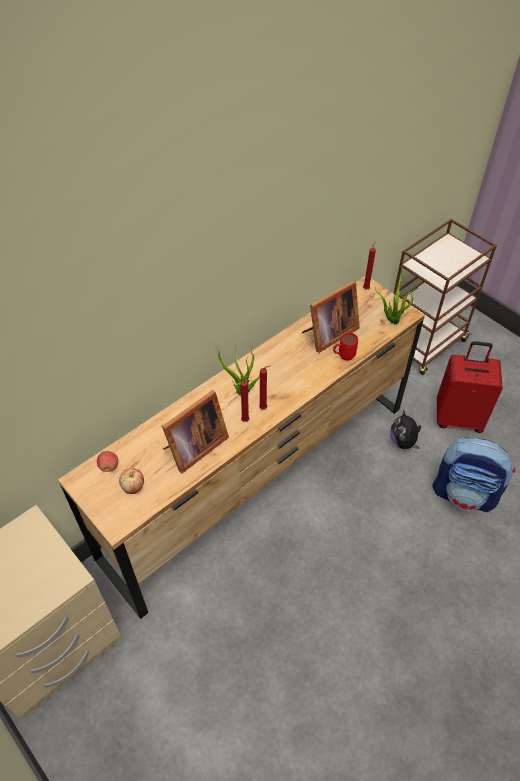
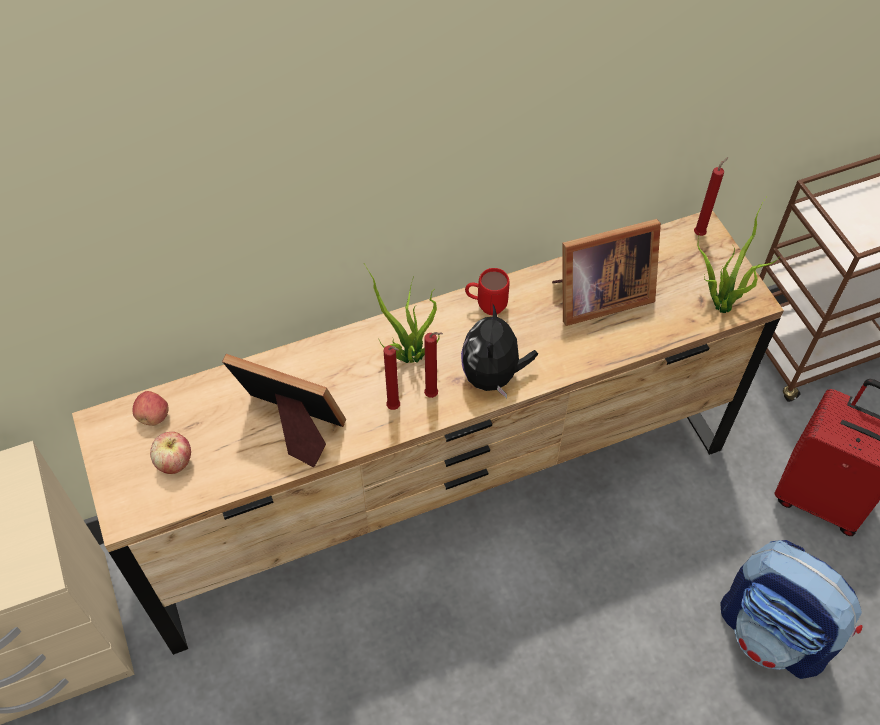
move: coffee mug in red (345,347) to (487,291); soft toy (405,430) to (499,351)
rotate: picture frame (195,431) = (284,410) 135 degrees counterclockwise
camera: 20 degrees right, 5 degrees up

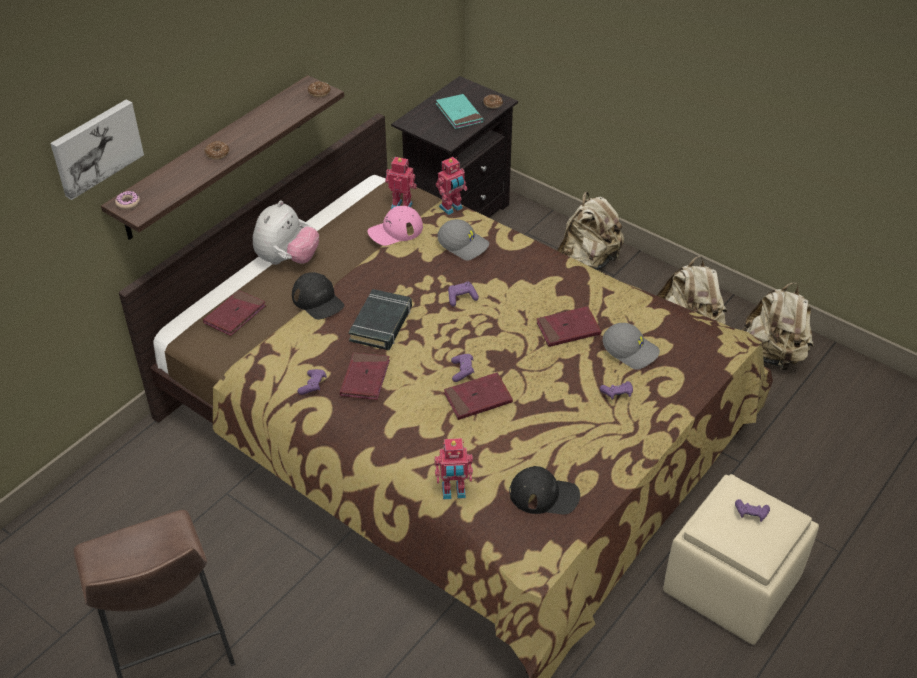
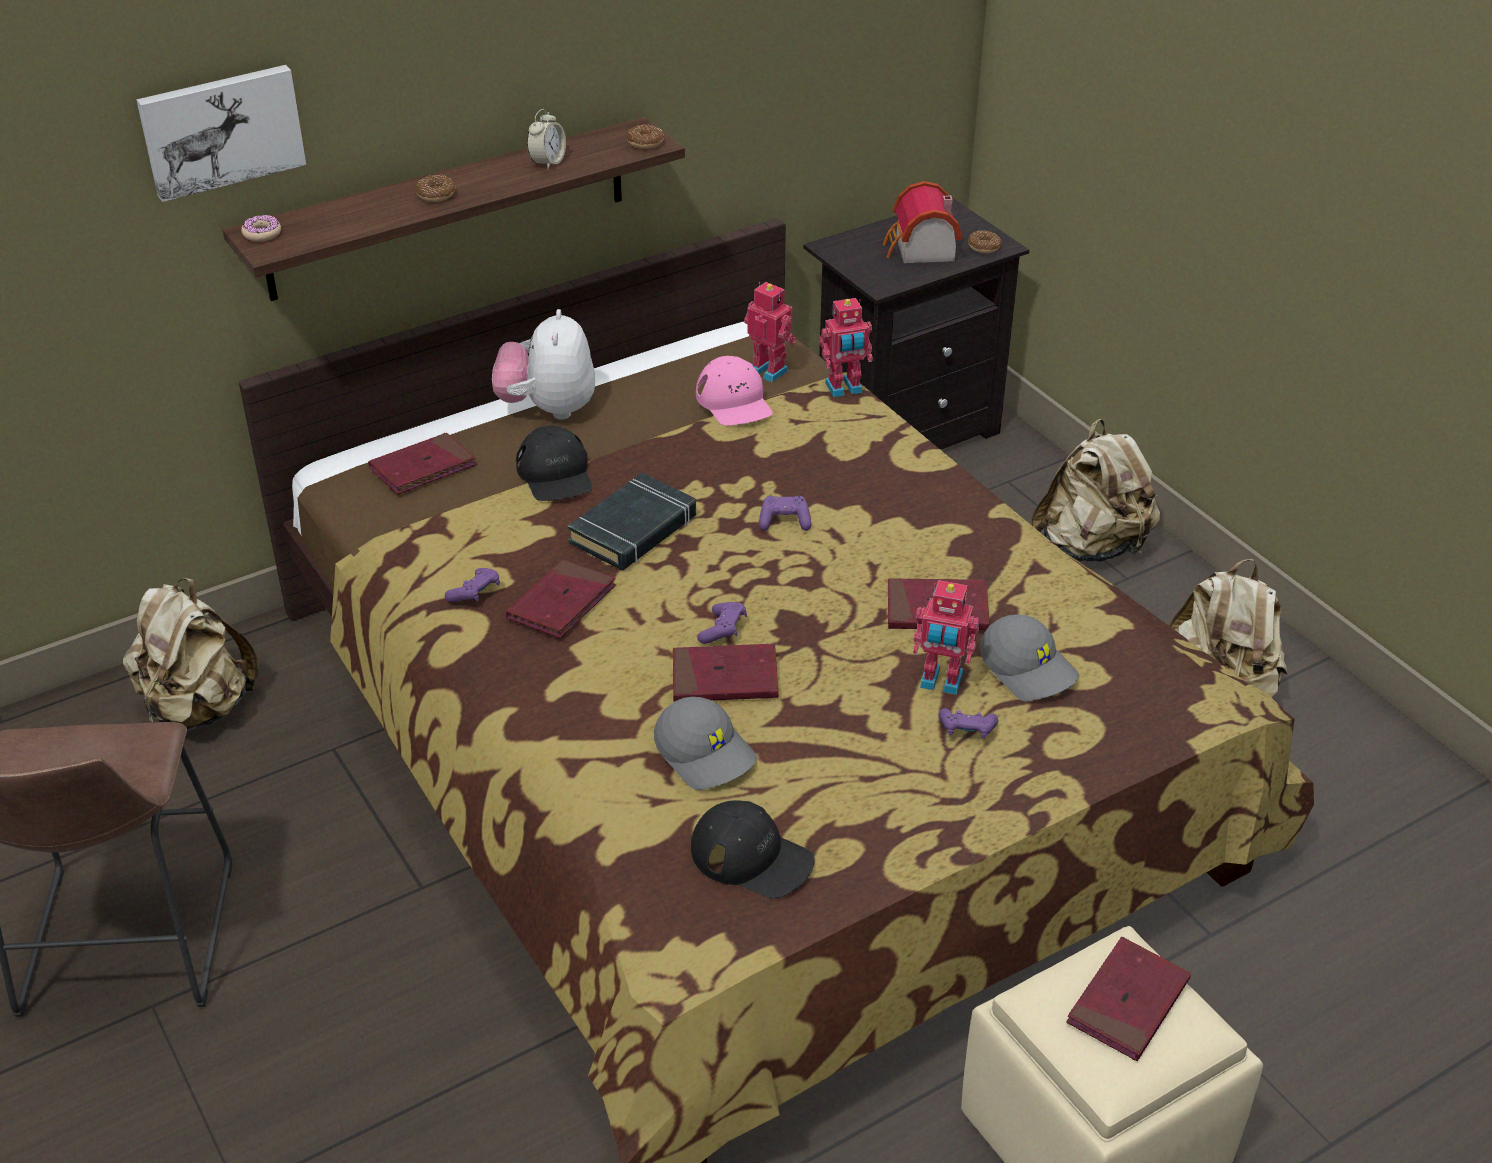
insert: bedside clock (546,139)
move: peaked cap in gray (463,240) to (705,743); rucksack in beige-coloured (777,327) to (191,655); model robot (453,468) to (946,637)
replace: volume in turquoise-coloured (459,111) to miniature house (922,222); gamepad in purple (752,510) to volume in red (1128,999)
rotate: soft toy (286,233) = (543,364) 135 degrees clockwise; peaked cap in pinkish (395,226) = (734,391) 105 degrees counterclockwise
camera: 20 degrees right, 5 degrees down

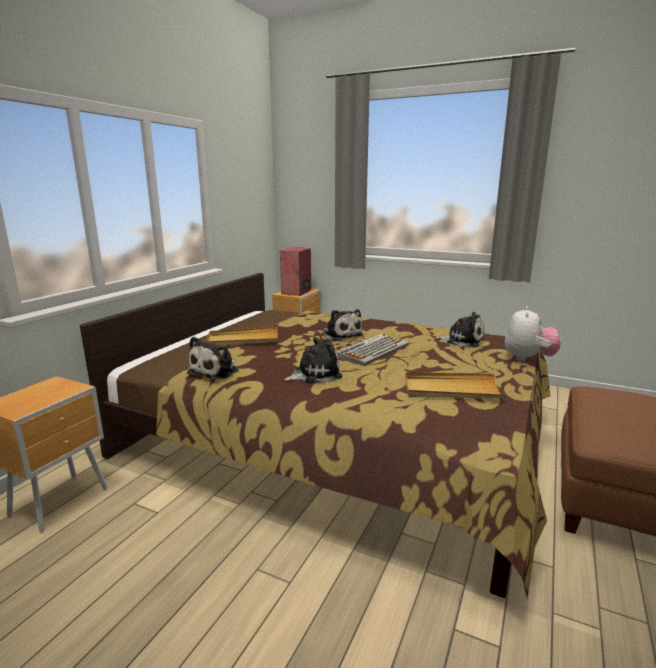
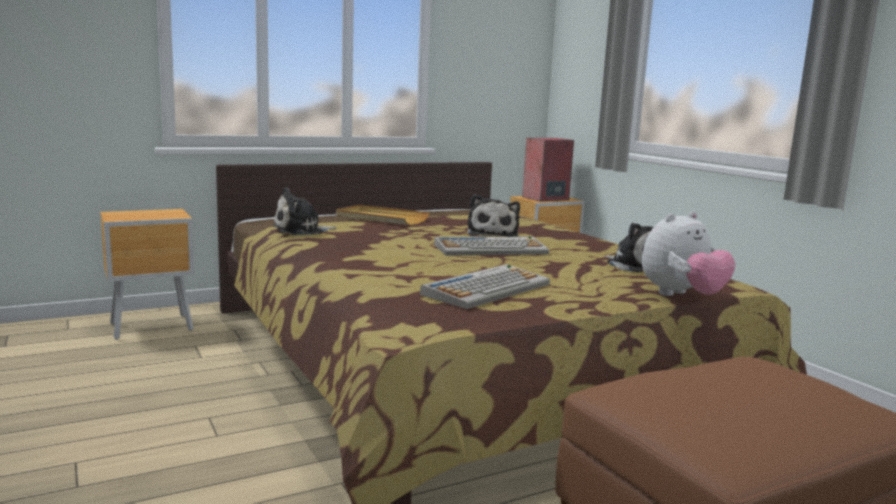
delete: soft toy (313,360)
replace: serving tray in beige-coloured (456,385) to computer keyboard (485,286)
camera: 35 degrees right, 5 degrees down

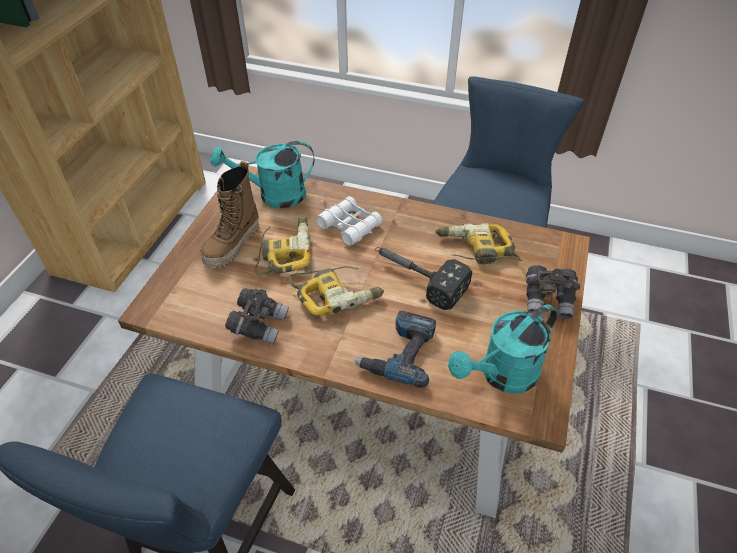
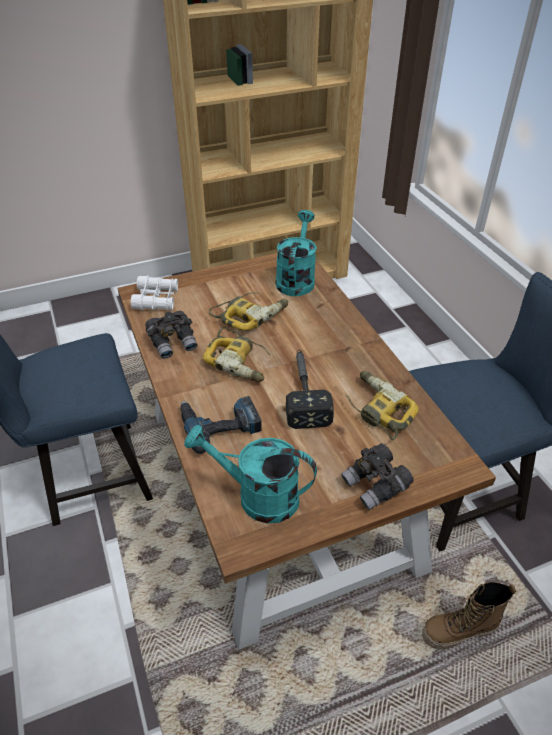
move: high-top boot (229,215) to (469,615); field glasses in white-coloured (349,221) to (154,292)
rotate: sprinkling can in turquoise-coloured (262,174) = (296,253) 60 degrees clockwise
camera: 50 degrees right, 5 degrees down

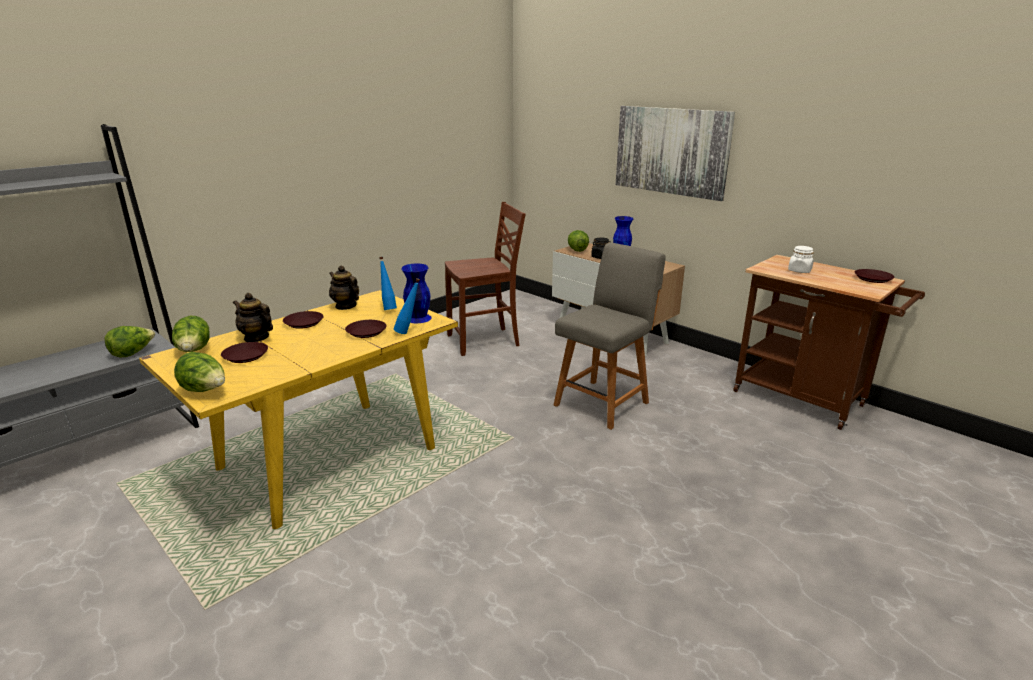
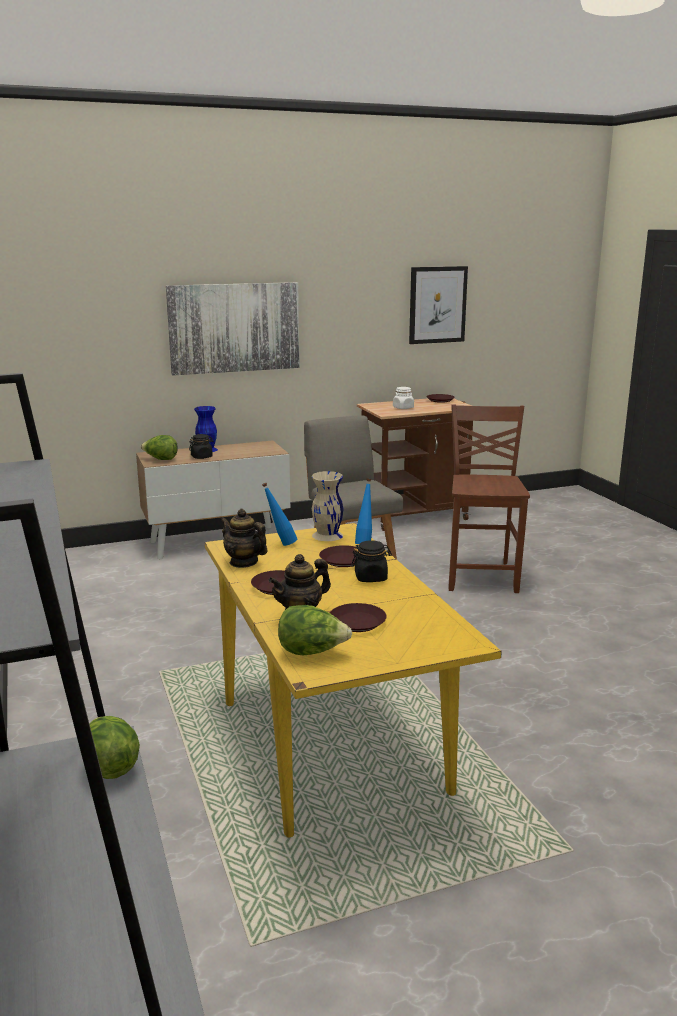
delete: lettuce head (199,372)
insert: wall picture (438,305); preserve jar in blackish (371,561)
move: plain chair in brown-coloured (485,279) to (489,498)
recolor: vase in blue (416,293) to vase in beige-coloured (328,506)
rotate: teapot (344,288) = (243,538) 60 degrees clockwise
camera: 65 degrees left, 5 degrees down

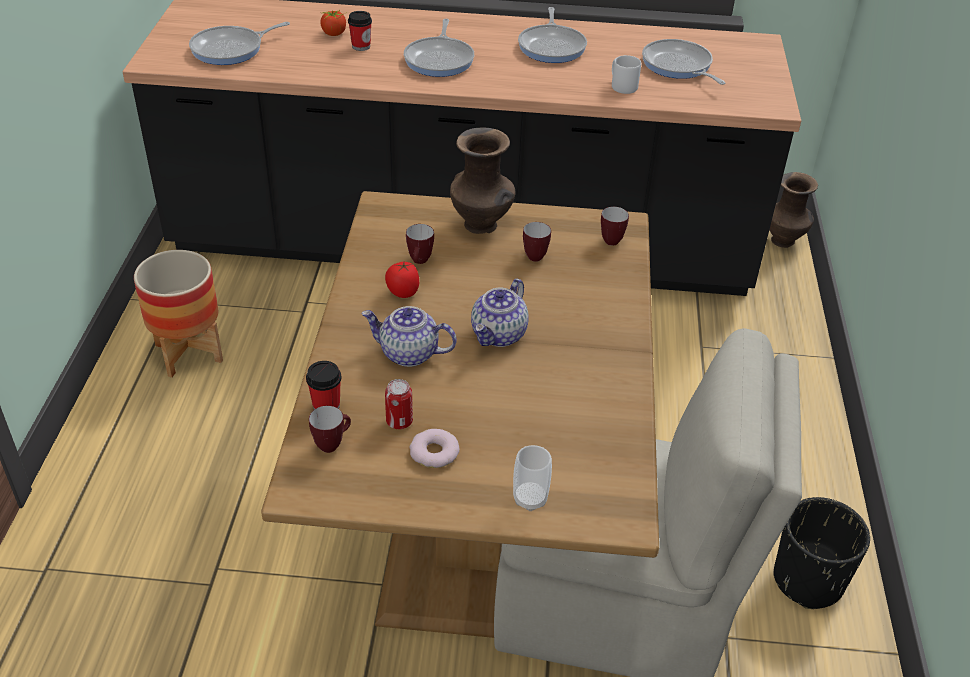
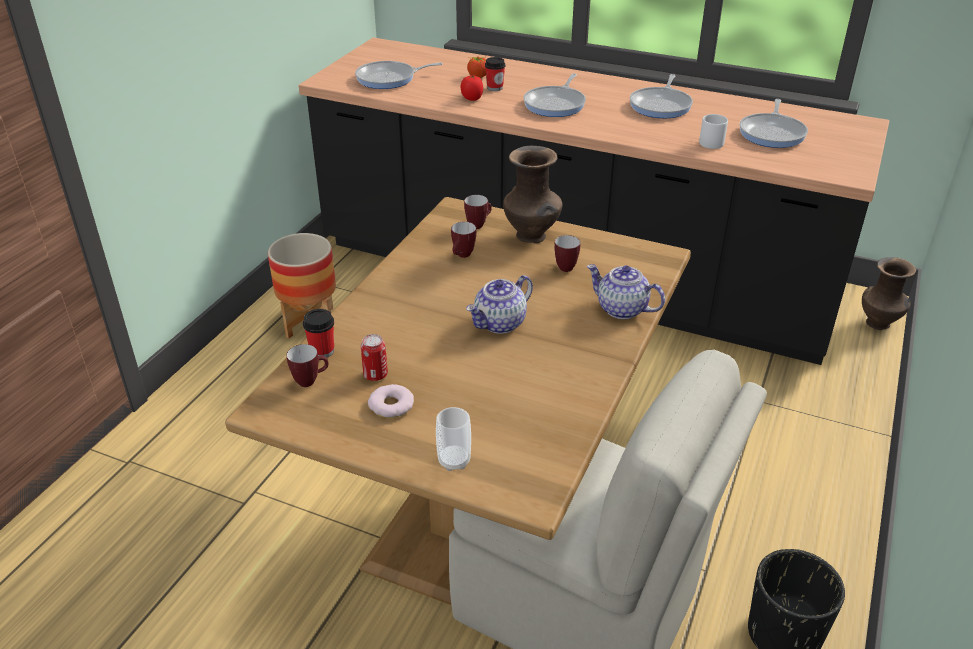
move: coffee mug (615,226) to (478,212); fresh tomato (402,280) to (472,88); teapot (409,336) to (626,291)
rotate: skillet (683,62) = (774,123) 150 degrees counterclockwise
camera: 20 degrees right, 5 degrees down

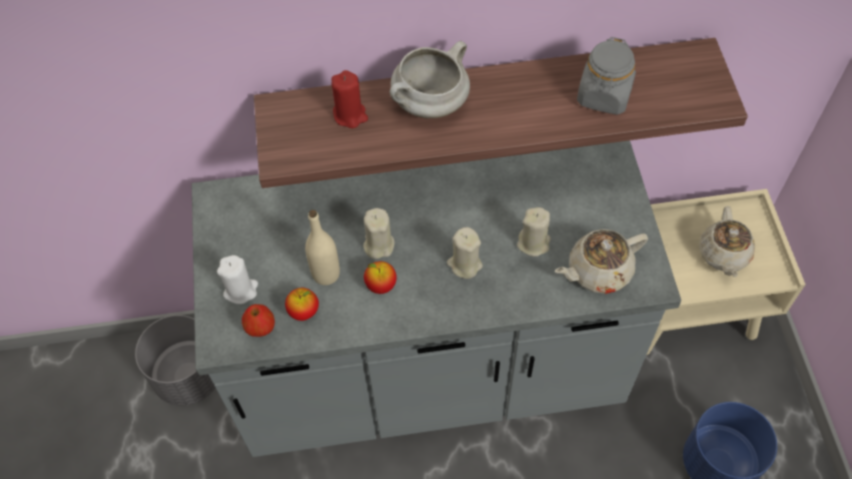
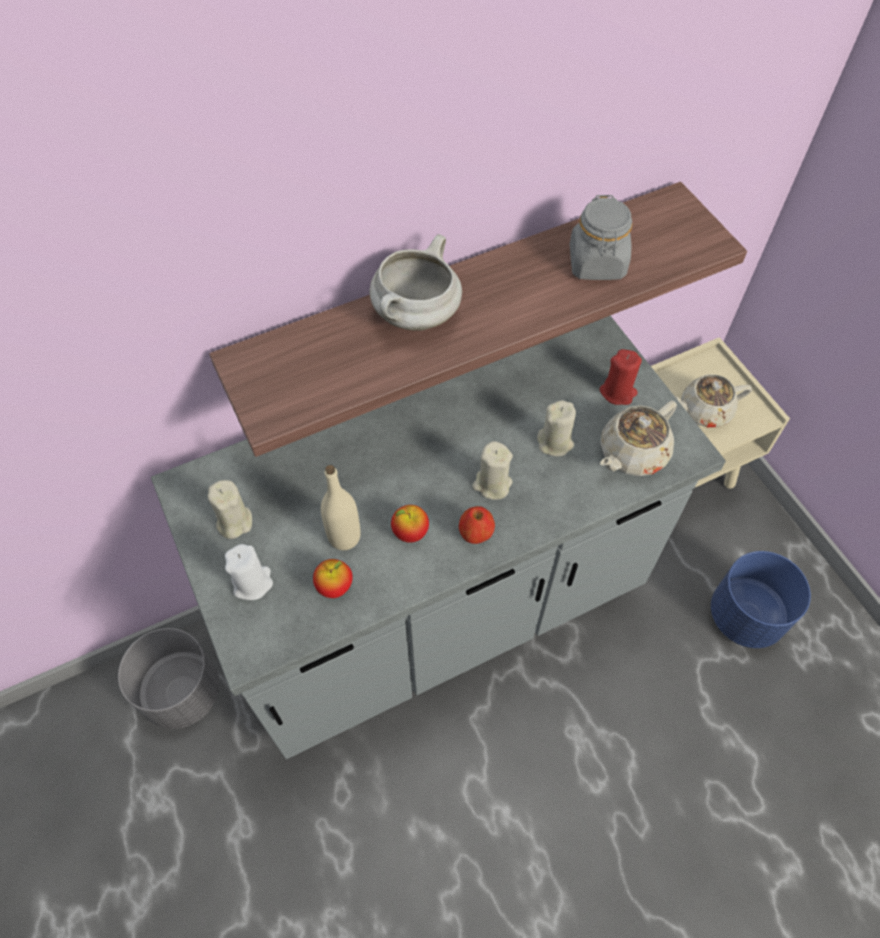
move: candle in red (349,99) to (620,377); candle in beige-coloured (379,233) to (230,509); apple fruit (258,320) to (477,525)
rotate: teapot in beige-coloured (727,241) = (713,400) 90 degrees clockwise
camera: 20 degrees left, 0 degrees up

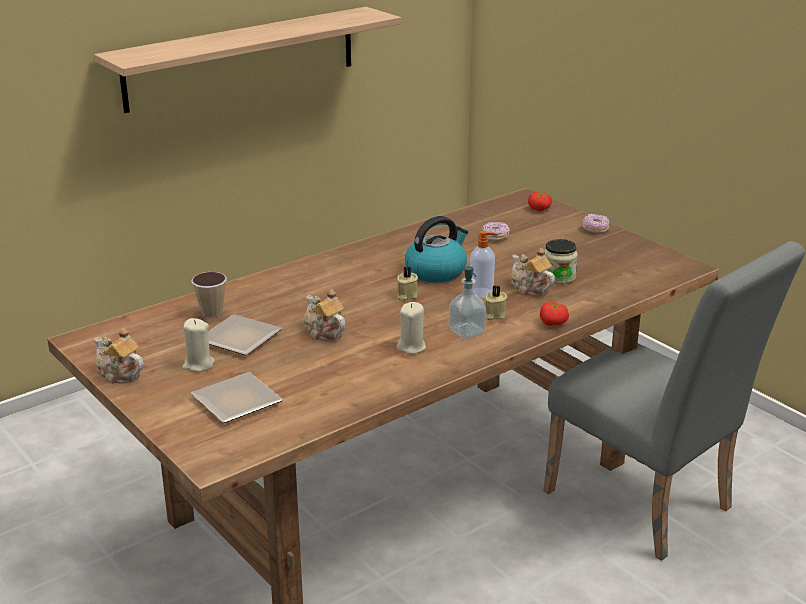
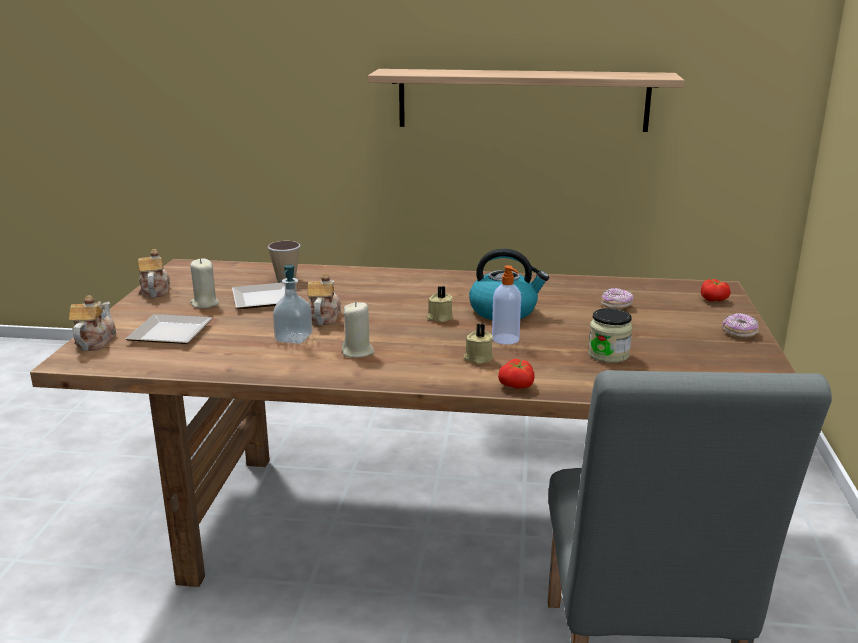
move: teapot (533,272) to (93,323); liquid soap bottle (468,302) to (292,304)
camera: 45 degrees right, 5 degrees down

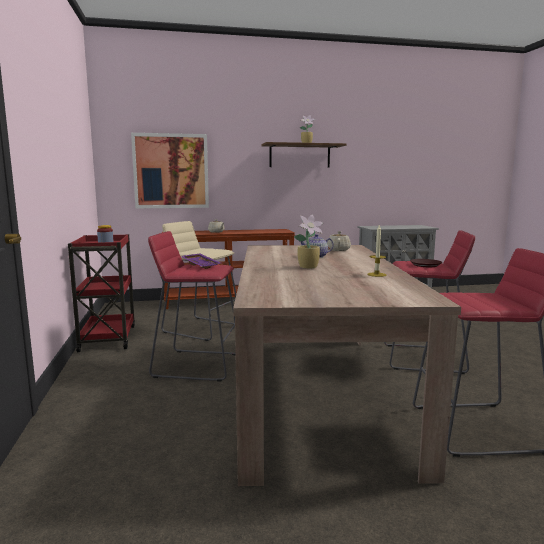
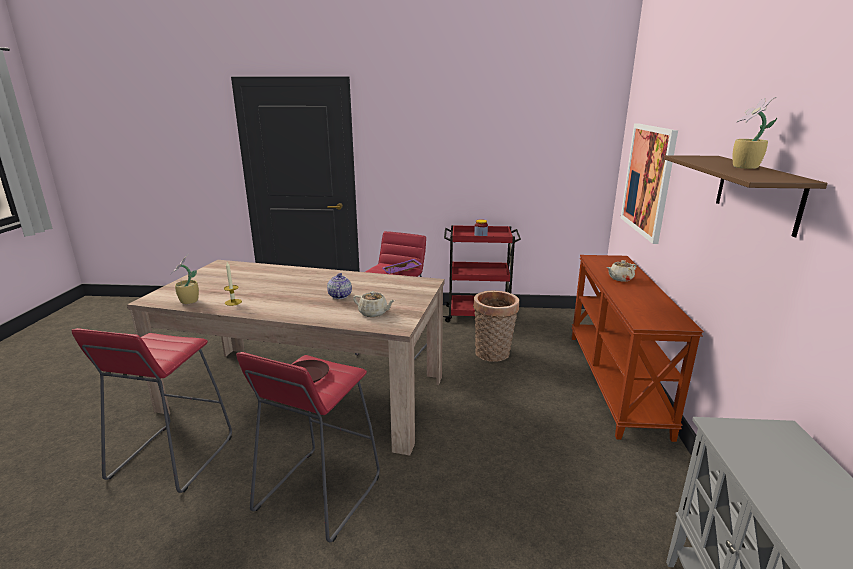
move: houseplant (308,241) to (184,279)
replace: stool in beige-coloured (198,281) to storage basket (496,326)
camera: 105 degrees right, 10 degrees up

